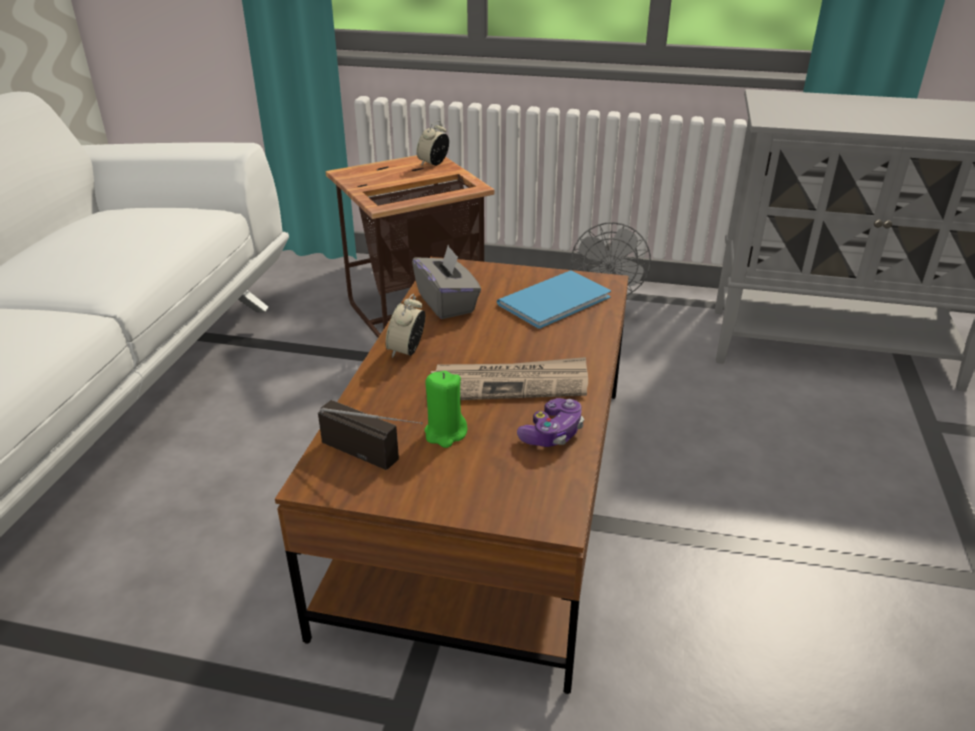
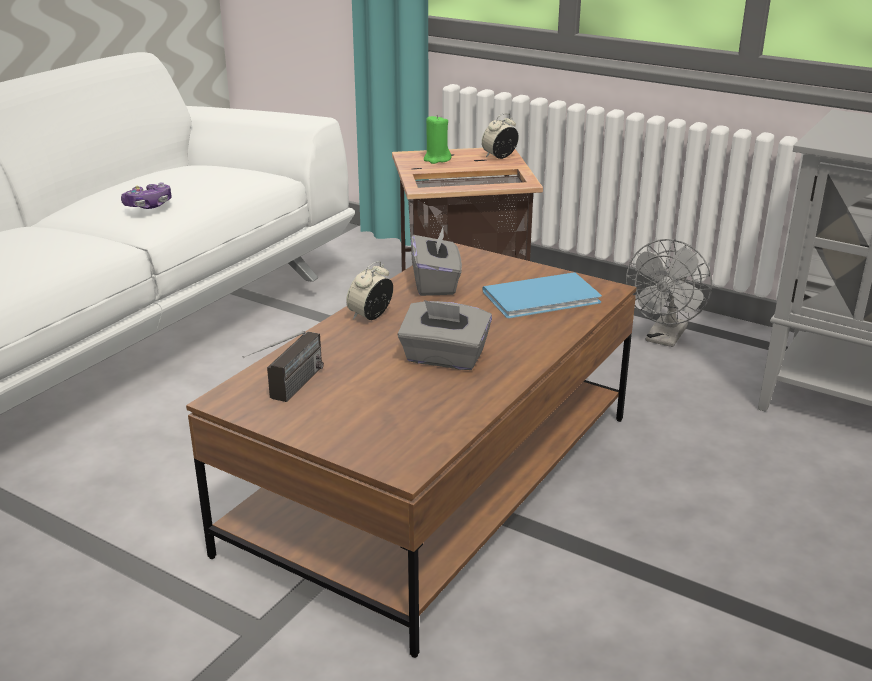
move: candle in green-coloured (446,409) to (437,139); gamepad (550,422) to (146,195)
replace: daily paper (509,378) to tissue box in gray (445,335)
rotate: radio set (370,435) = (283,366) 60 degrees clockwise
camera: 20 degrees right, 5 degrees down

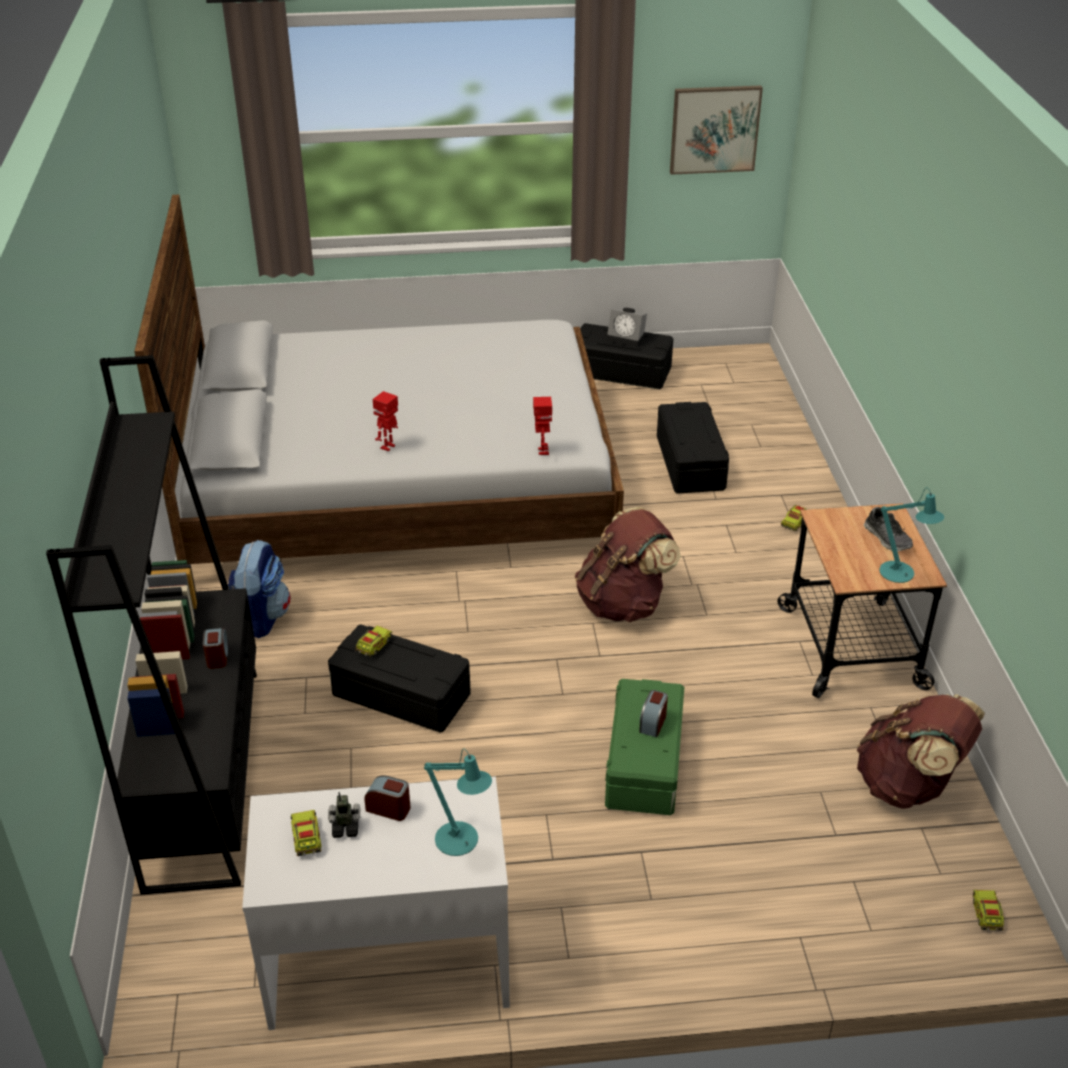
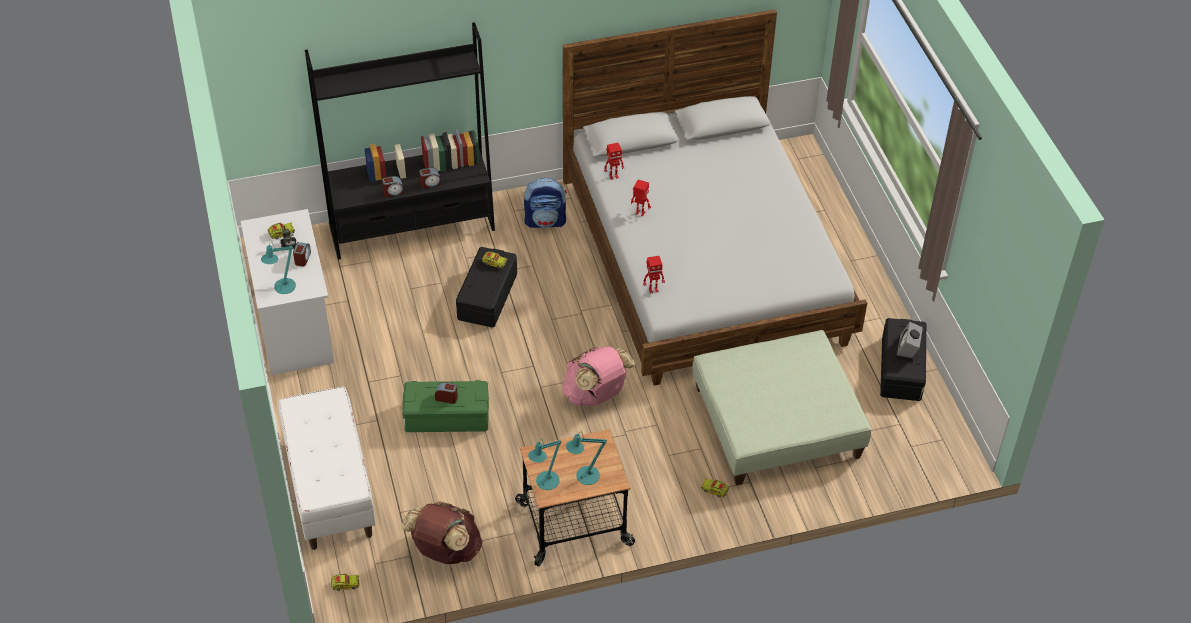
delete: wall picture (716,130)
insert: model robot (614,161); bedside clock (393,186); long seat in white-coloured (327,468)
replace: storage bin in blackish (693,448) to pouffe in green-coloured (782,407); item of footwear (888,529) to lamp for a table in turquoise-coloured (586,458)
recolor: rucksack in brown-coloured (628,564) to rucksack in pinkish (598,376)
camera: 80 degrees right, 10 degrees up

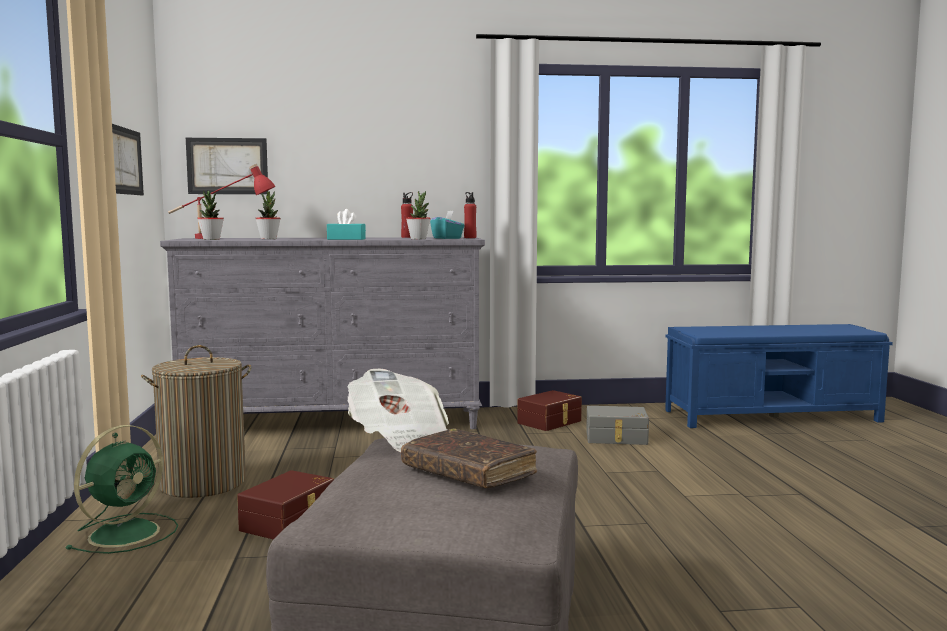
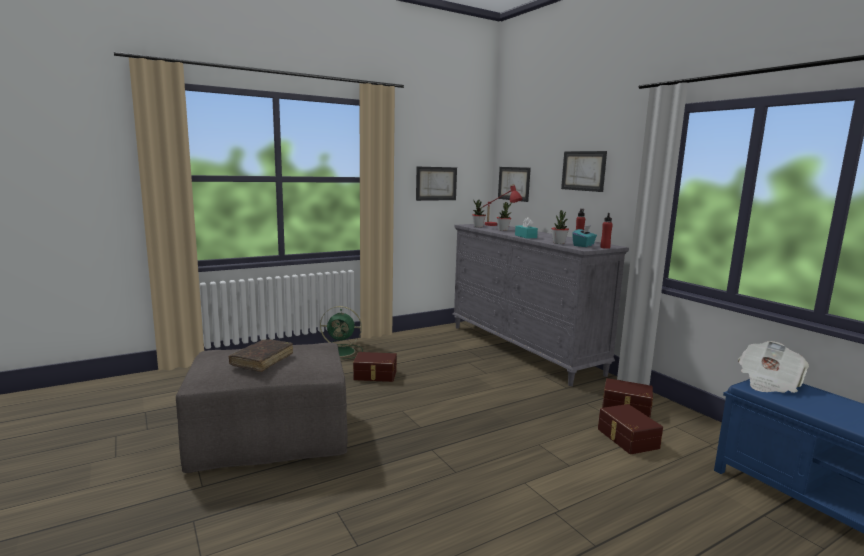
delete: hamper (196,421)
insert: wall picture (584,171)
move: daily paper (398,410) to (773,367)
recolor: storage bin in gray (617,425) to storage bin in brown-coloured (630,429)
camera: 65 degrees right, 5 degrees up

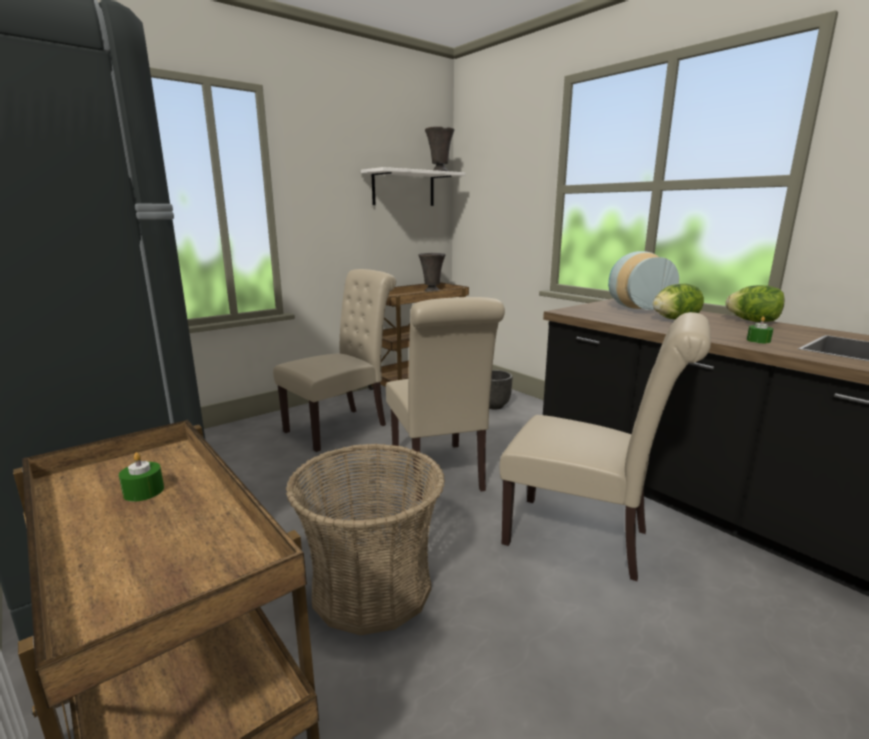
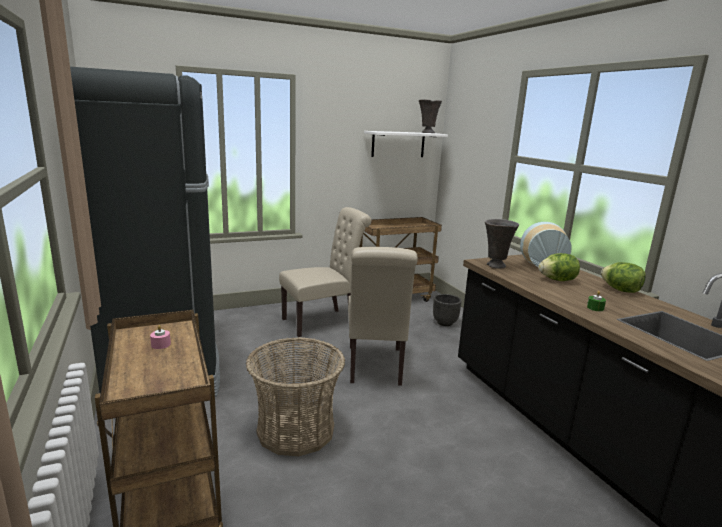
delete: plain chair in beige-coloured (605,446)
move: vase in gray (432,272) to (502,244)
recolor: candle in green-coloured (141,477) to candle in pinkish (160,337)
camera: 15 degrees right, 0 degrees up

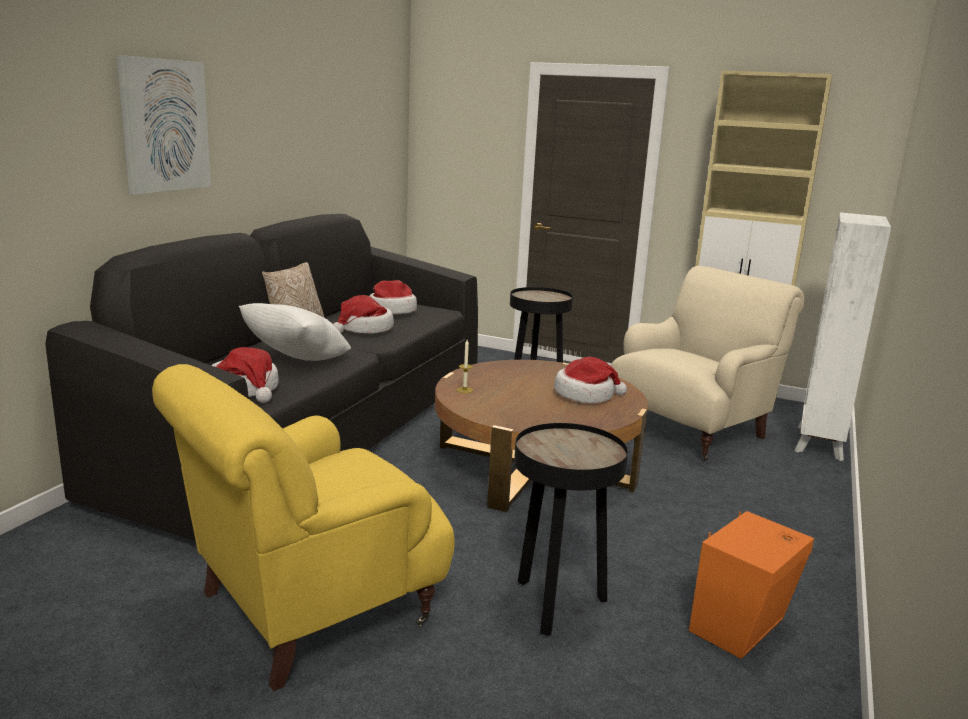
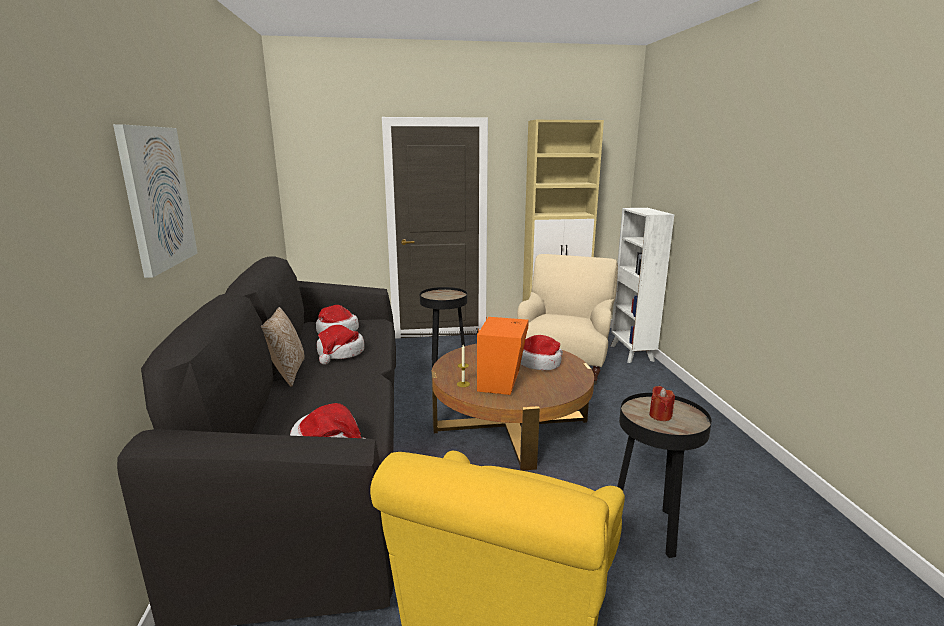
delete: throw pillow in white-coloured (295,332)
insert: candle in red (662,403)
move: loudspeaker in orange (751,585) to (503,356)
camera: 30 degrees left, 0 degrees up

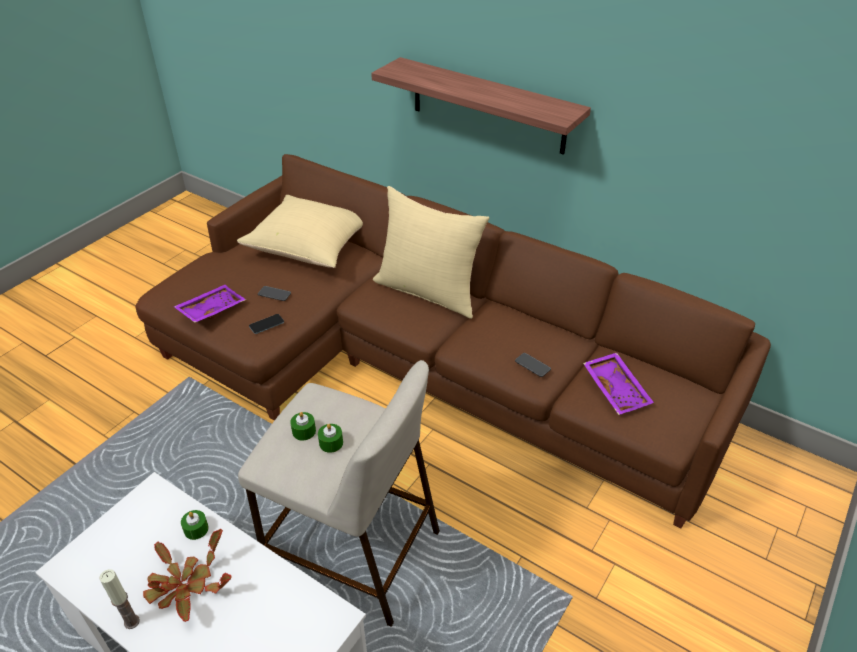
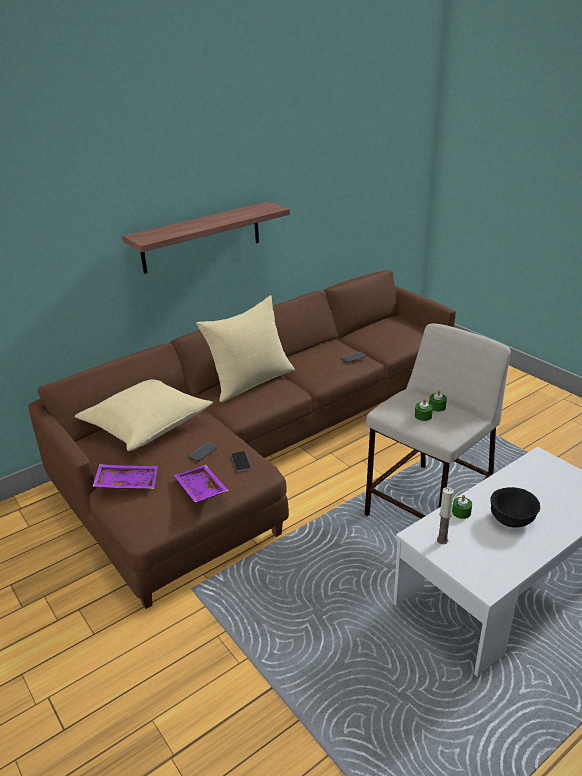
move: serving tray in purple (618,384) to (125,477); candle (119,599) to (445,515)
replace: houseplant (187,575) to deep dish in blackish (515,507)
camera: 70 degrees left, 10 degrees down

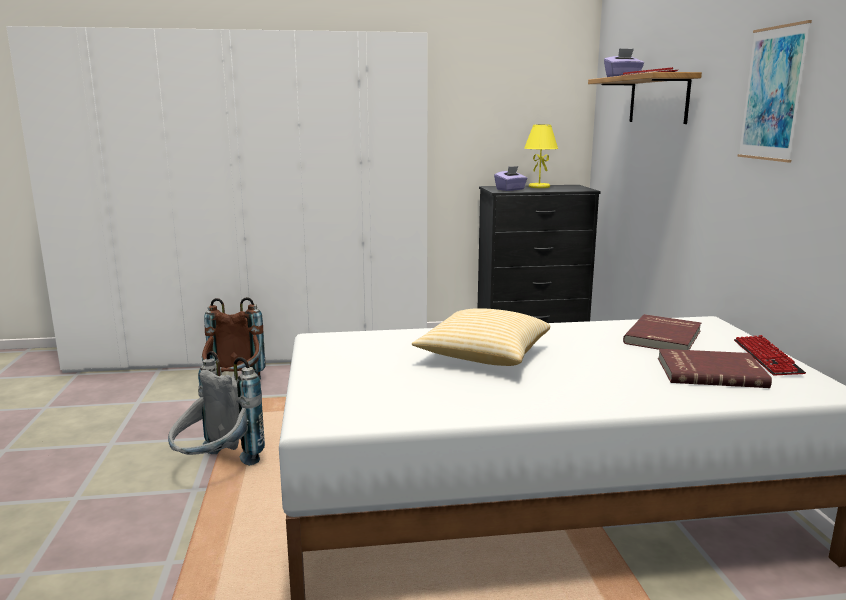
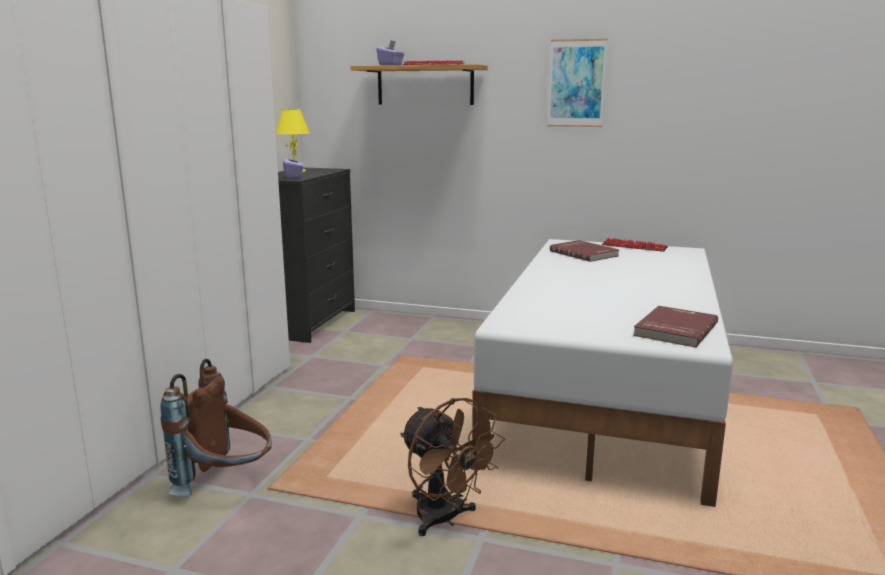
delete: throw pillow (481,337)
move: volume in red (715,368) to (675,327)
replace: rucksack in gray (216,408) to cooling fan in brown-coloured (452,467)
camera: 65 degrees left, 0 degrees up

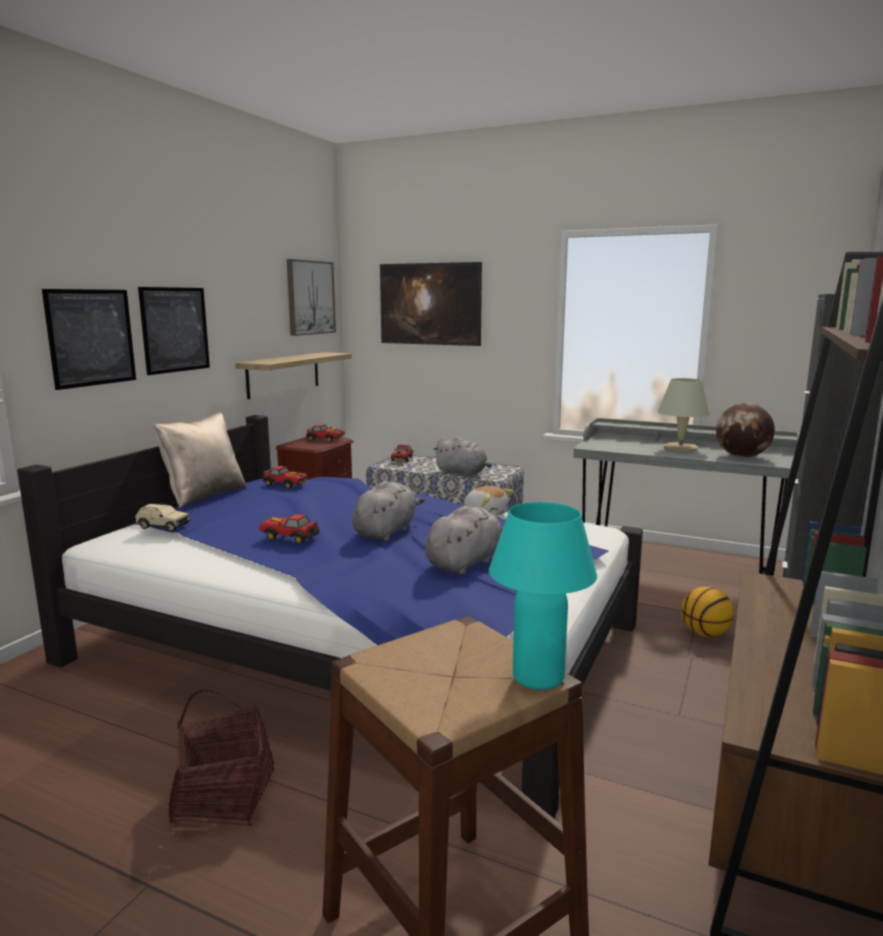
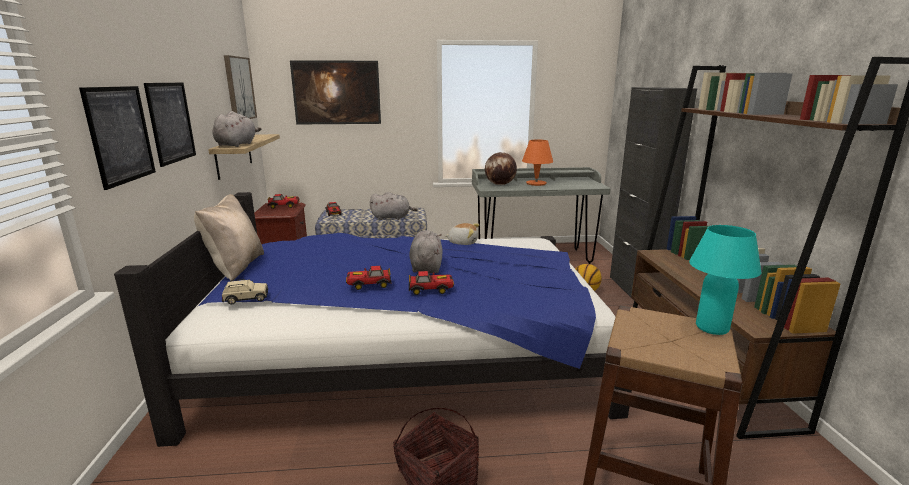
move: world globe (745,430) to (501,168); model car (285,477) to (431,283); soft toy in gray (464,540) to (237,129)
recolor: lamp for a table in beige-coloured (684,415) to lamp for a table in orange (537,163)
camera: 30 degrees left, 5 degrees up

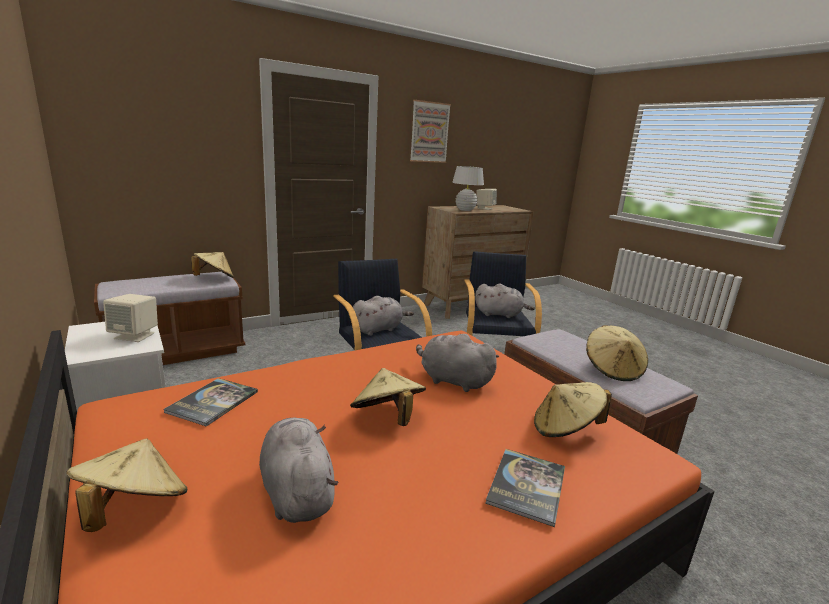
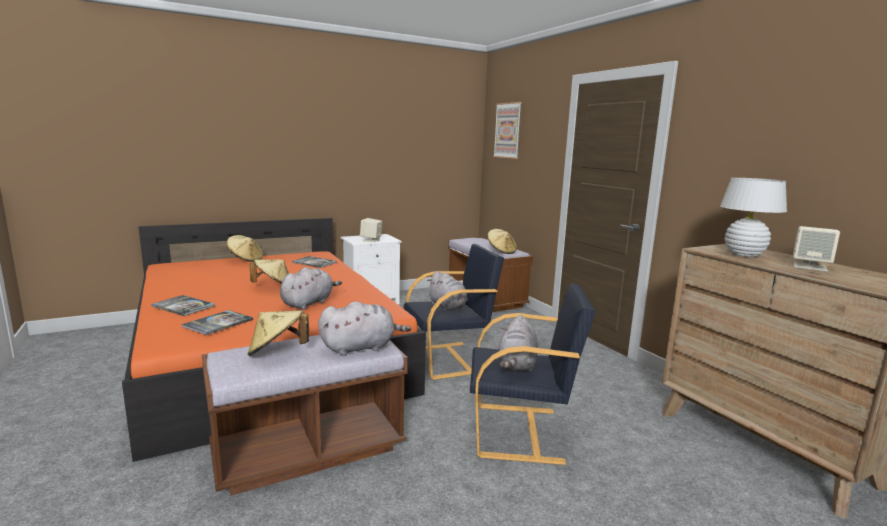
move: wall picture (430,131) to (507,130); soft toy in gray (298,470) to (364,328)
replace: hat in beige-coloured (573,409) to volume (217,322)
camera: 95 degrees right, 5 degrees down

